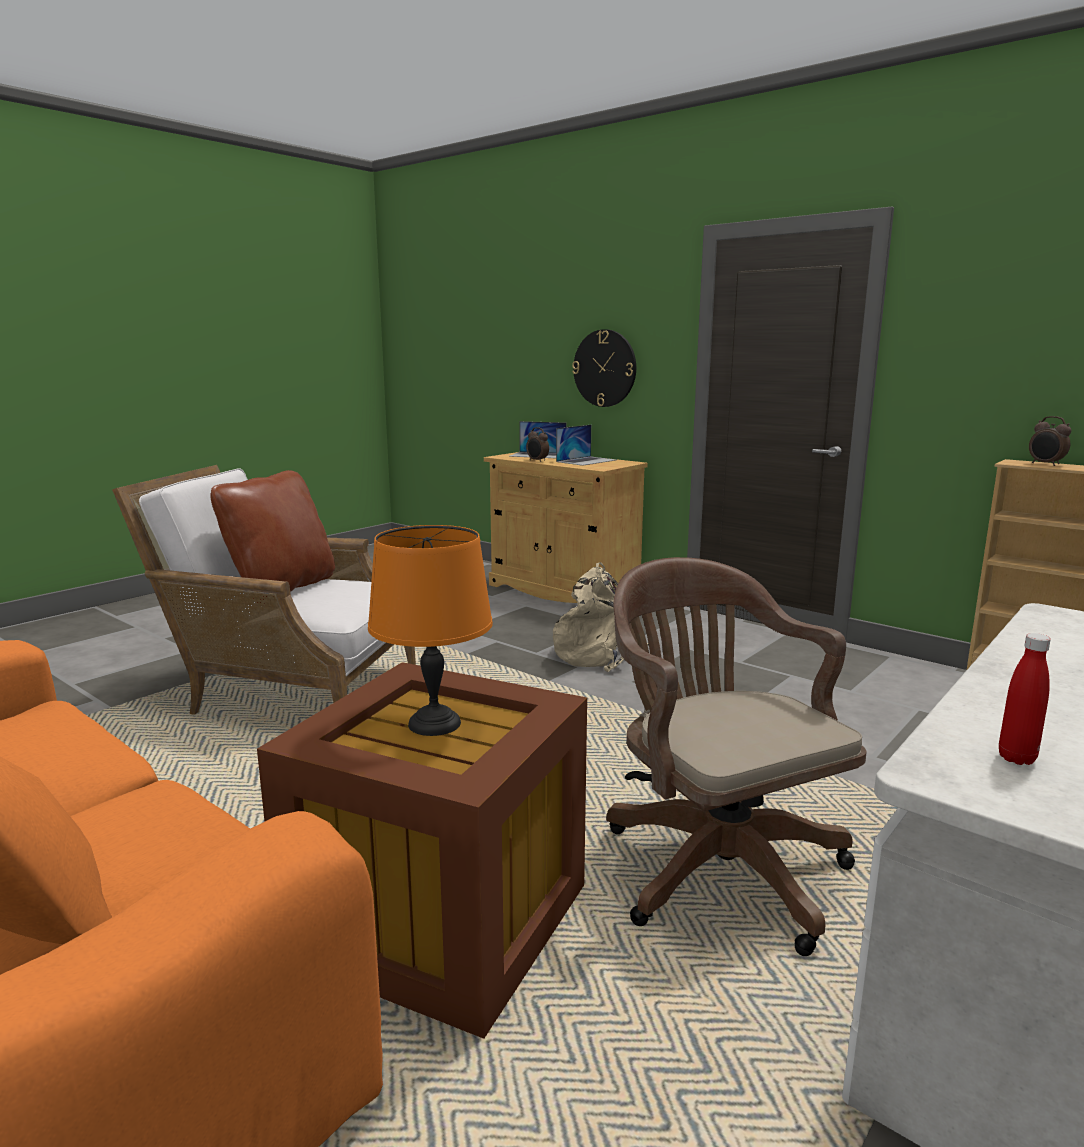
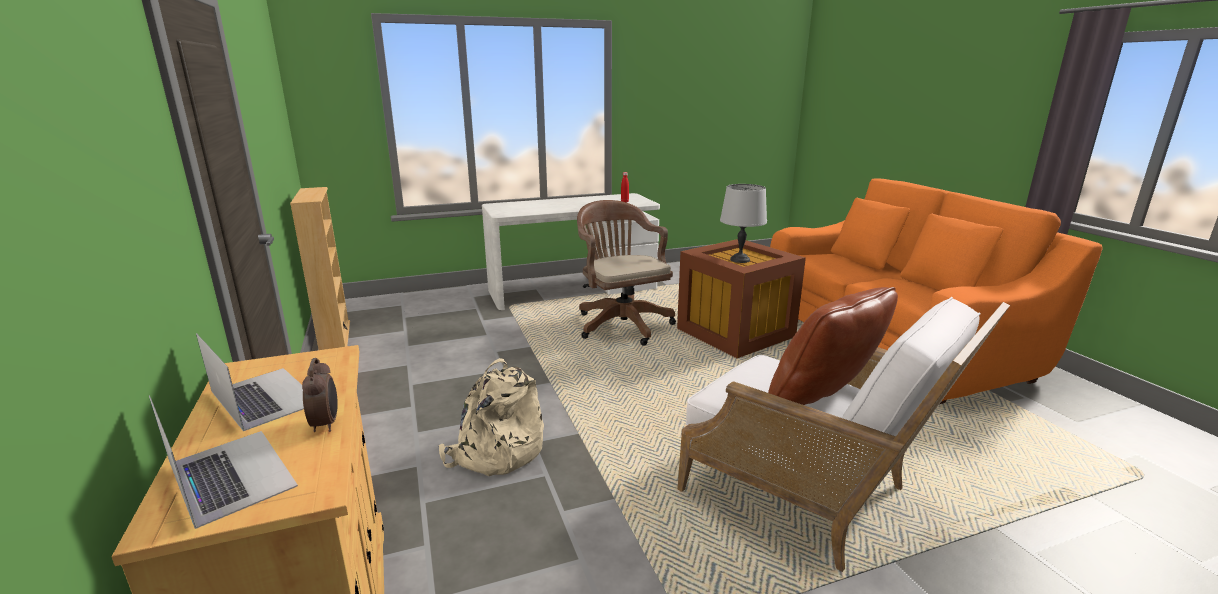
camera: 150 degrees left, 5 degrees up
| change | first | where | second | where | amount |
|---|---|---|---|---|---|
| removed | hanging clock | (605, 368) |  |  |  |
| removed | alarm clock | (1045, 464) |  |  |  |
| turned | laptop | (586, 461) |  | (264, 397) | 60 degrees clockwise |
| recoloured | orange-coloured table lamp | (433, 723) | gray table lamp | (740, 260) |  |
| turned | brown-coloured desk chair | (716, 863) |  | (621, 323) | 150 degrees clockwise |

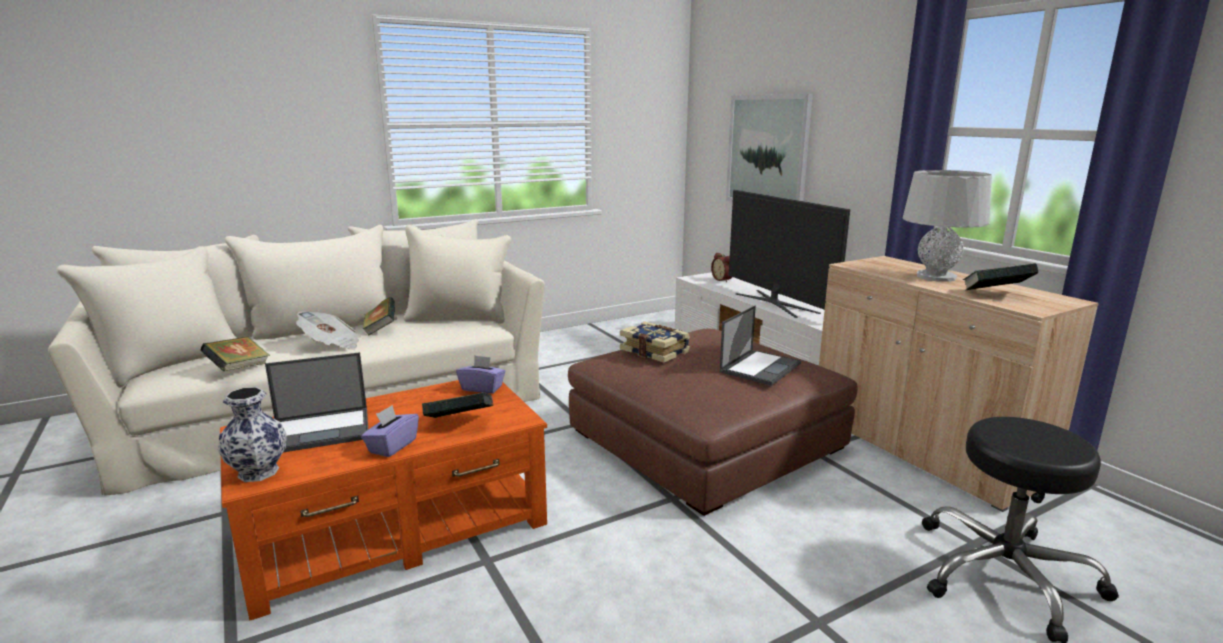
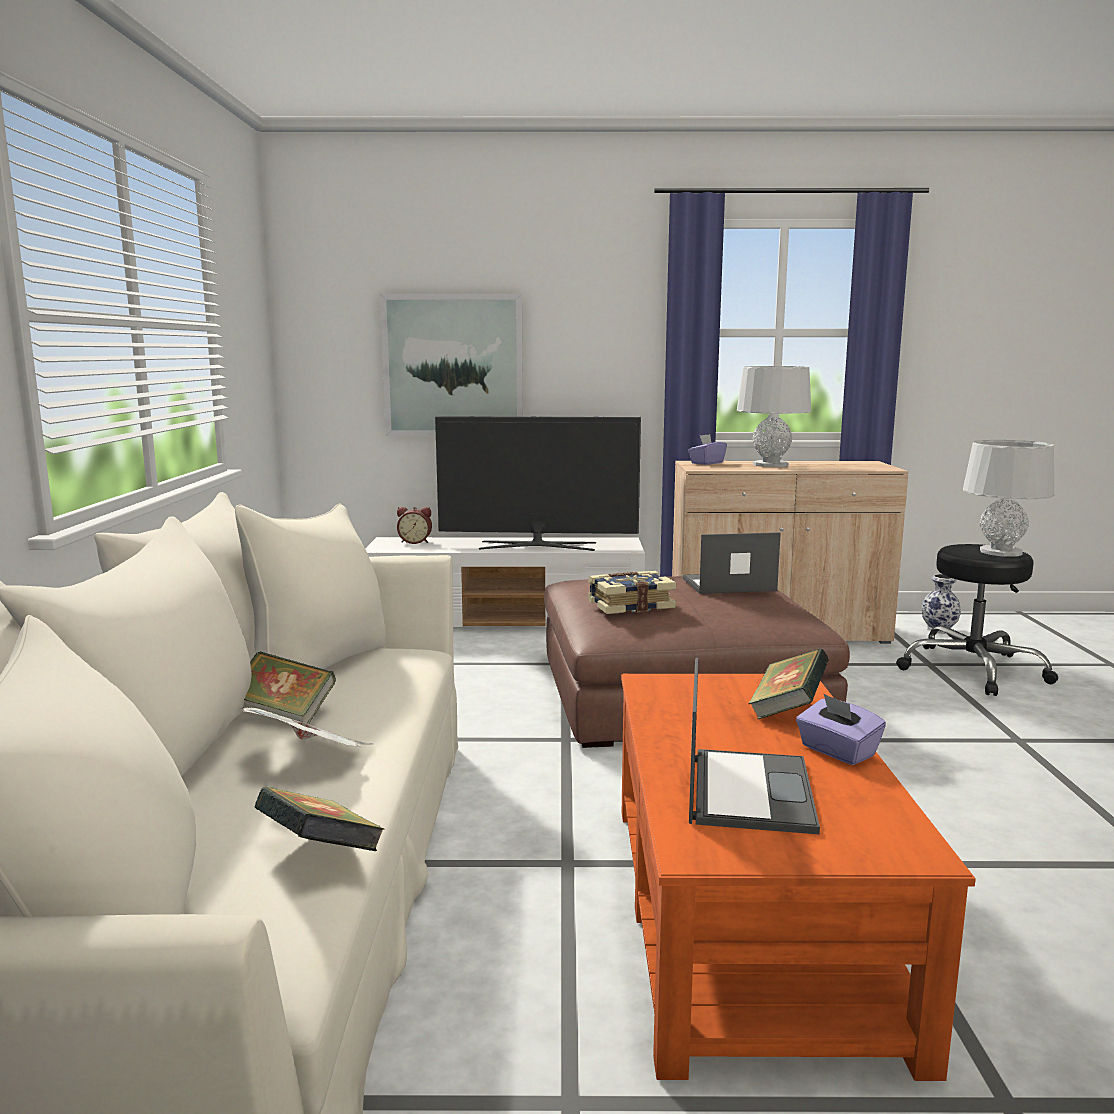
camera: 60 degrees left, 5 degrees down
| change | first | where | second | where | amount |
|---|---|---|---|---|---|
| removed | volume | (995, 294) |  |  |  |
| turned | laptop | (760, 367) |  | (727, 585) | 75 degrees counterclockwise |
| moved | purple tissue holder | (482, 388) |  | (706, 463) |  |
| moved | vase | (258, 473) |  | (939, 630) |  |
| added |  |  | gray table lamp | (1000, 552) |  |

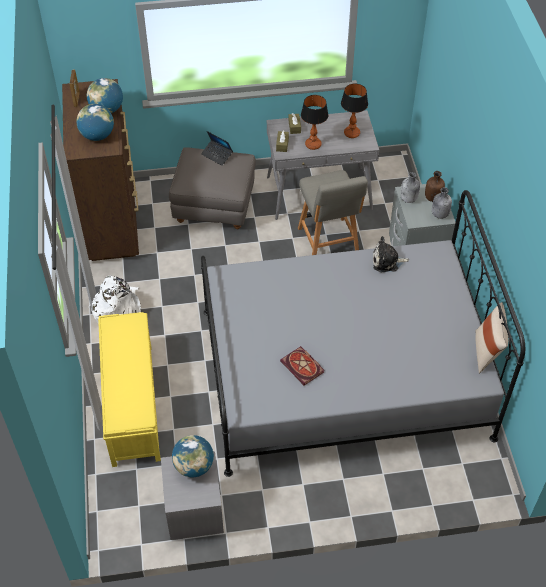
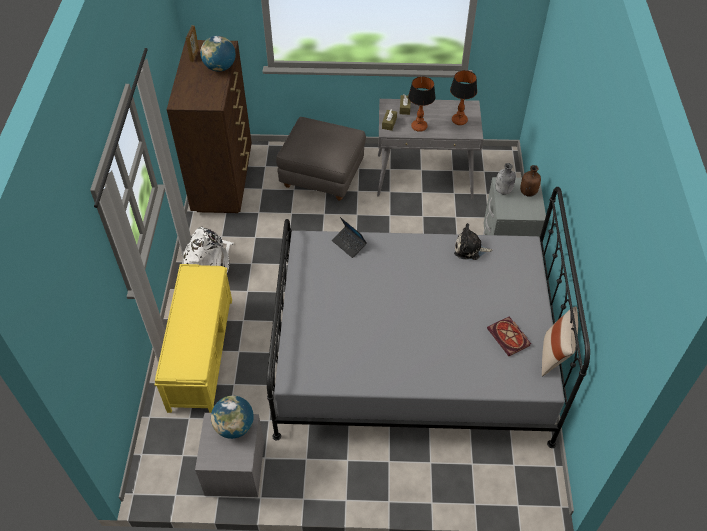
camera: 10 degrees right, 0 degrees up
| change | first | where | second | where | amount |
|---|---|---|---|---|---|
| removed | world globe | (97, 136) |  |  |  |
| moved | laptop | (217, 155) |  | (349, 244) |  |
| removed | gray upright chair | (328, 242) |  |  |  |
| removed | gray bottle | (439, 214) |  |  |  |
| moved | volume | (303, 367) |  | (509, 337) |  |

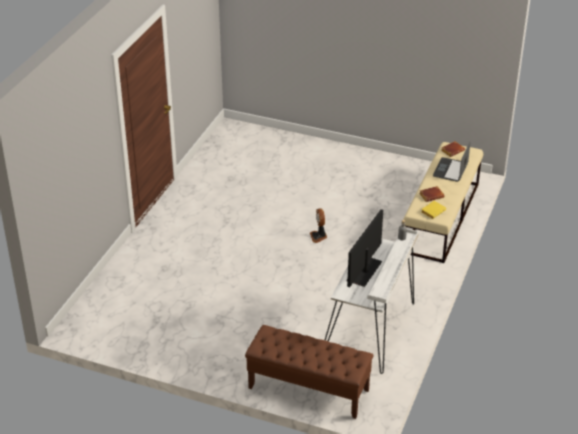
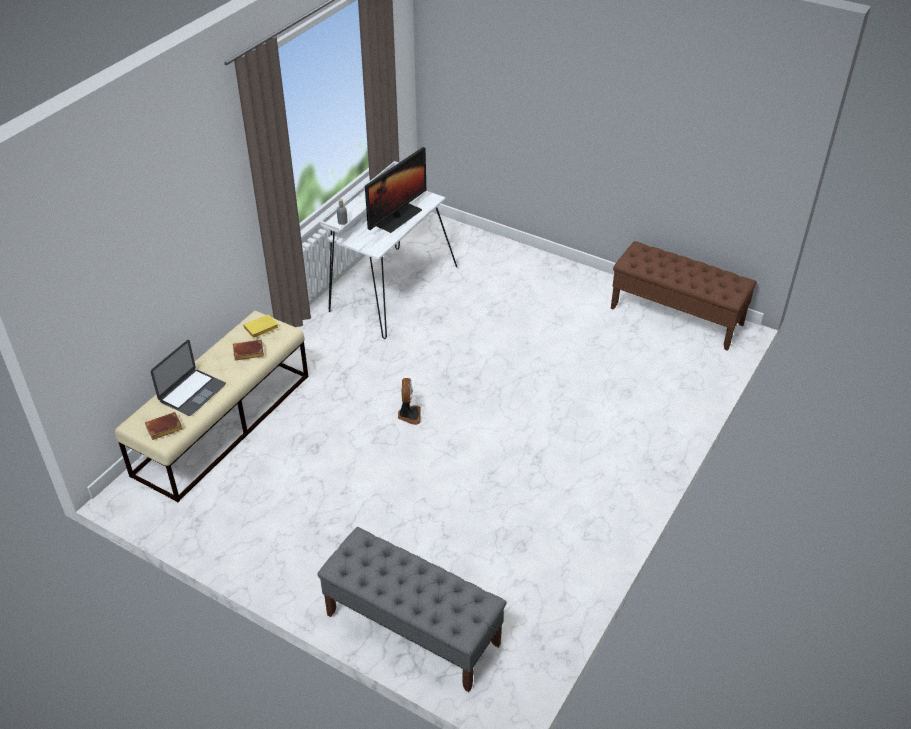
camera: 170 degrees left, 5 degrees up
| change | first | where | second | where | amount |
|---|---|---|---|---|---|
| moved | brown-coloured indoor bench | (308, 389) |  | (677, 316) |  |
| added |  |  | gray indoor bench | (412, 629) |  |

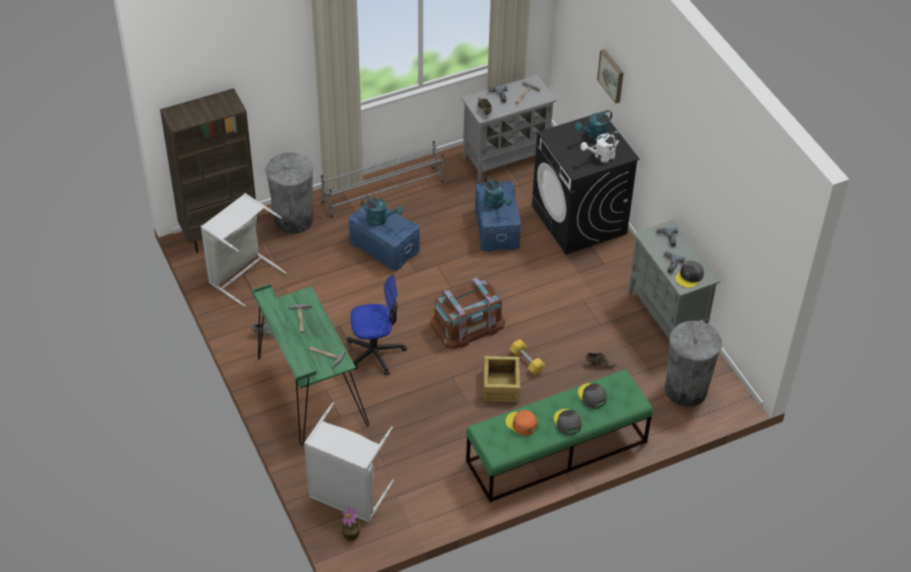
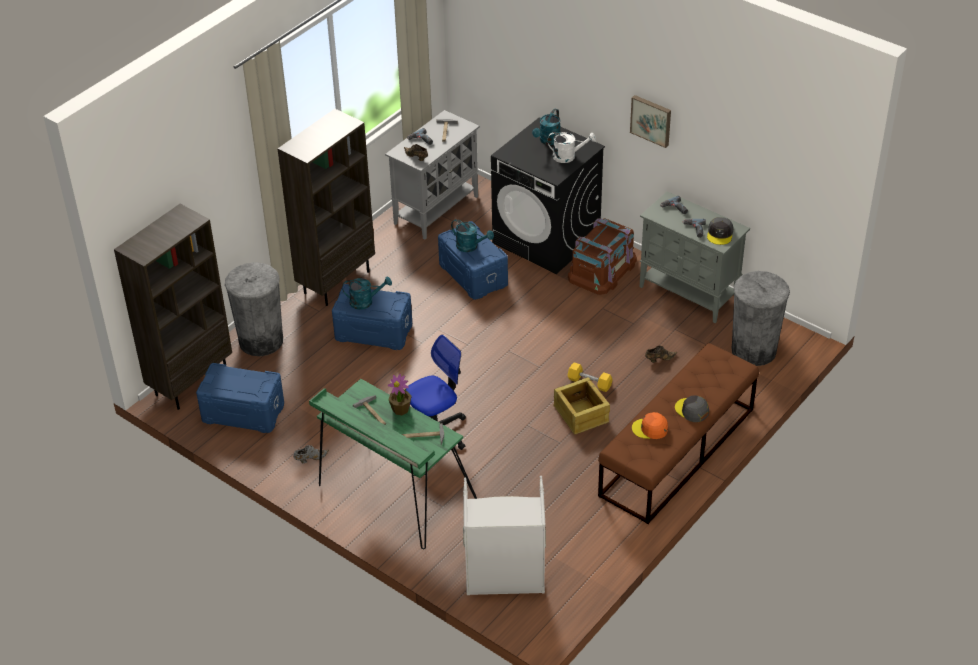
camera: 25 degrees left, 5 degrees down
| change | first | where | second | where | amount |
|---|---|---|---|---|---|
| moved | wall picture | (612, 75) |  | (651, 120) |  |
| turned | whitish sprinkling can | (601, 157) |  | (568, 156) | 120 degrees counterclockwise |
| replaced | gray shoe rack | (384, 191) | brown-coloured shelving unit | (336, 281) |  |
| replaced | gray laundry basket | (242, 274) | blue storage container | (243, 412) |  |
| moved | brown-coloured storage container | (467, 324) |  | (602, 269) |  |
| recoloured | greenish indoor bench | (556, 452) | brown-coloured indoor bench | (677, 452) |  |
| removed | gray baseball cap | (592, 396) |  |  |  |
| moved | potted plant | (351, 534) |  | (401, 409) |  |

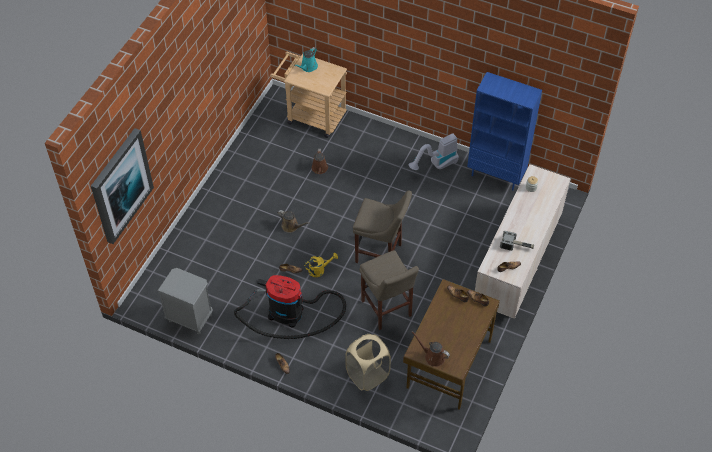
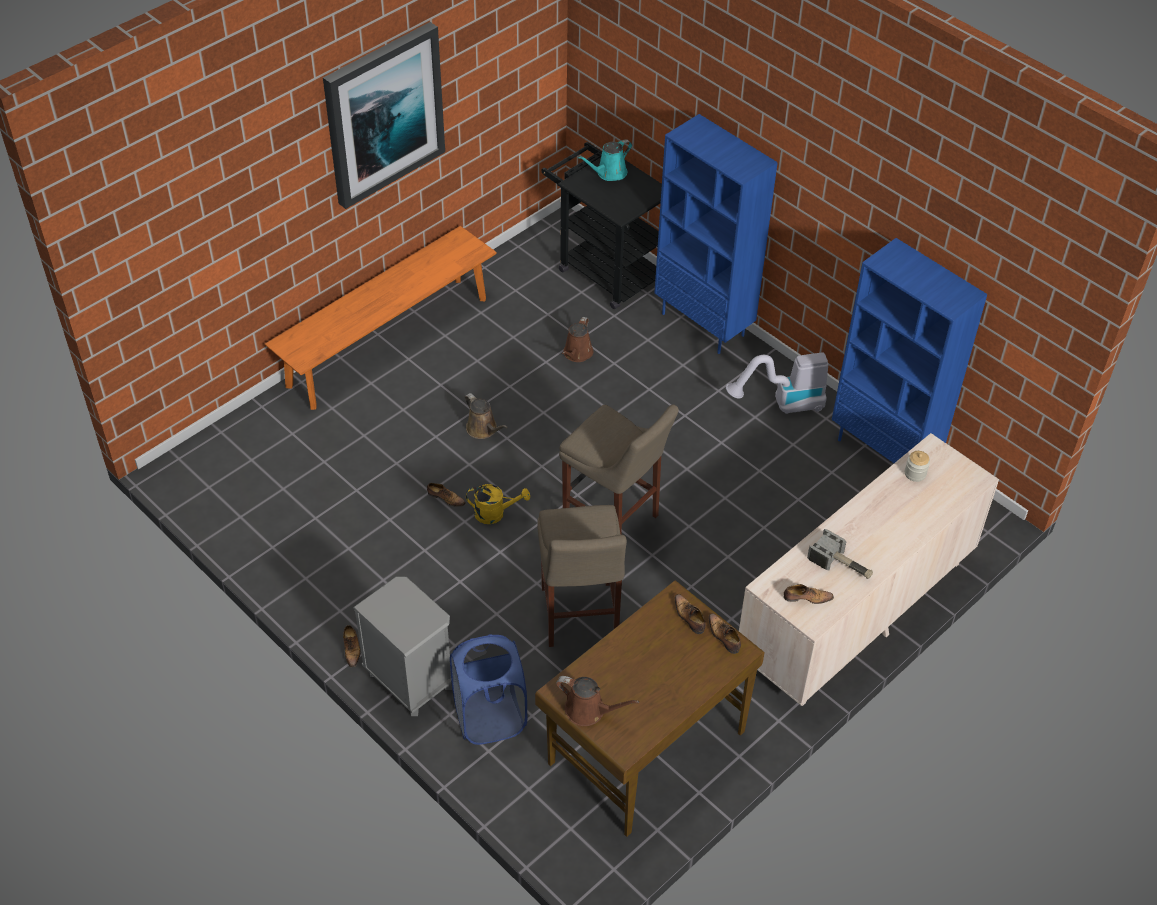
camera: 20 degrees right, 5 degrees down
| change | first | where | second | where | amount |
|---|---|---|---|---|---|
| recoloured | beige-coloured wheeled cart | (311, 116) | black wheeled cart | (604, 269) |  |
| moved | wall picture | (120, 185) |  | (383, 114) |  |
| moved | gray bedside table | (190, 318) |  | (410, 680) |  |
| removed | vacuum cleaner | (290, 314) |  |  |  |
| turned | brown-coloured sprinkling can | (432, 356) |  | (589, 710) | 150 degrees clockwise |
| recoloured | beige-coloured laundry basket | (367, 375) | blue laundry basket | (489, 717) |  |
| added |  |  | blue shelving unit | (704, 324) |  |
| added |  |  | orange-coloured indoor bench | (388, 341) |  |

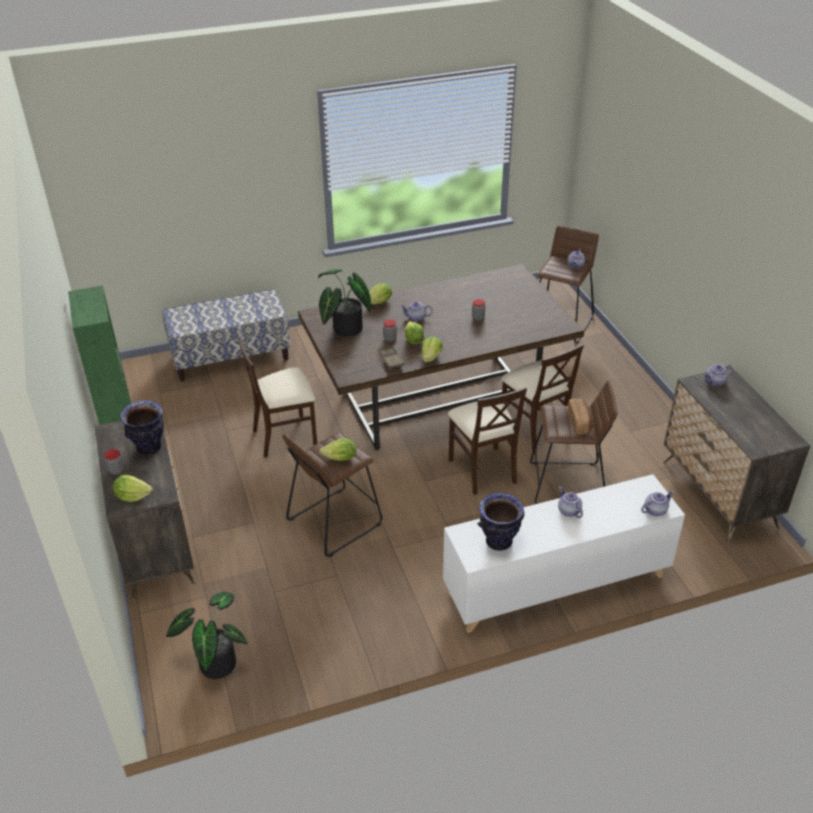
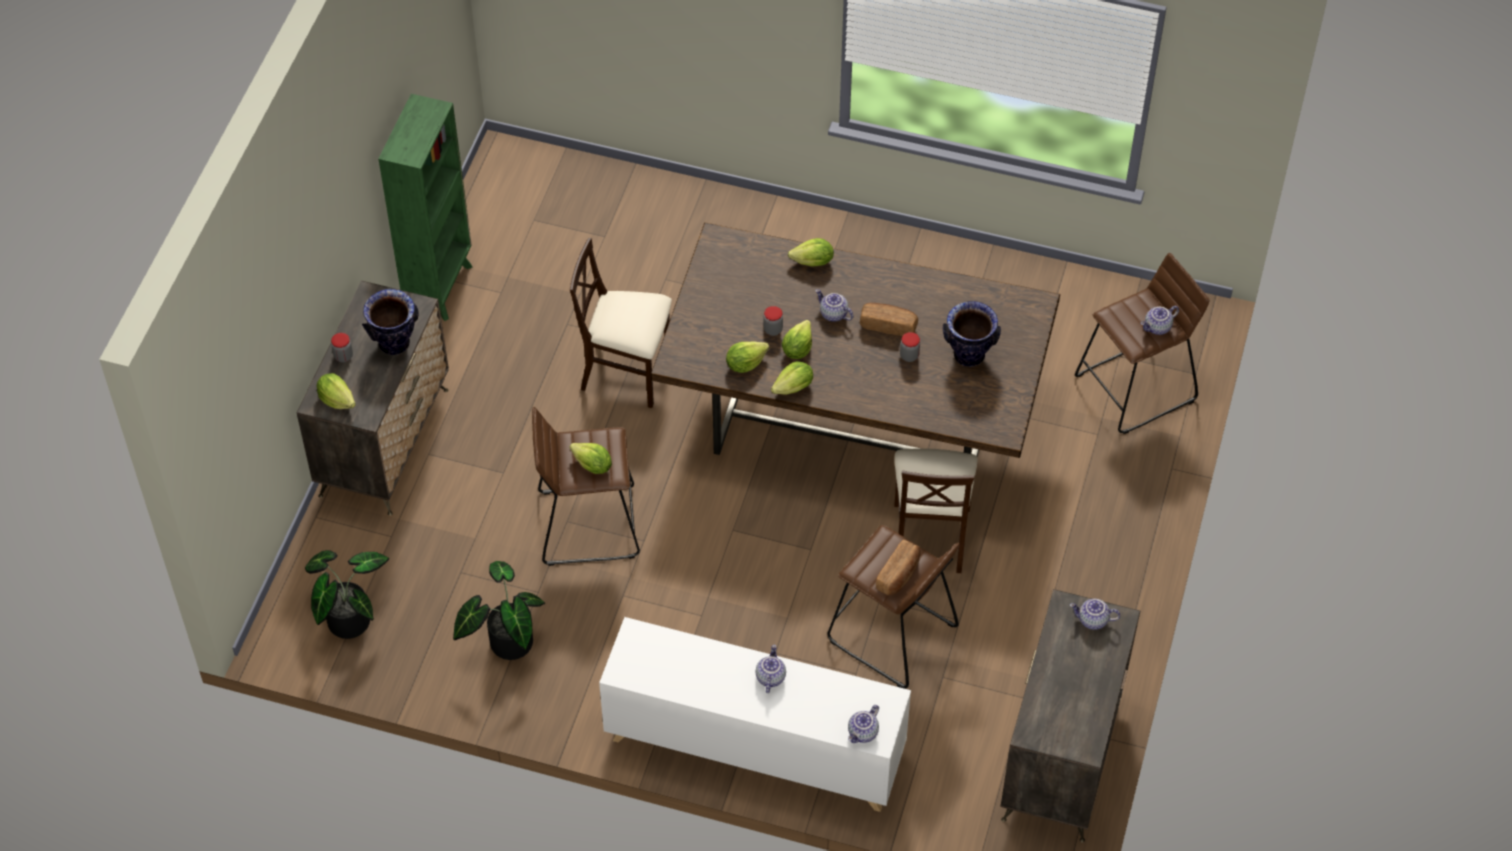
camera: 35 degrees right, 15 degrees up
| change | first | where | second | where | amount |
|---|---|---|---|---|---|
| moved | potted plant | (344, 330) |  | (506, 641) |  |
| removed | indoor bench | (231, 357) |  |  |  |
| replaced | brown-coloured carrying tray | (391, 359) | lettuce head | (745, 363) |  |
| removed | beige-coloured upright chair | (483, 470) |  |  |  |
| turned | pot for tea | (655, 510) |  | (863, 733) | 120 degrees clockwise |
| moved | vase | (498, 541) |  | (969, 355) |  |
| added |  |  | bakery bread | (888, 325) |  |

